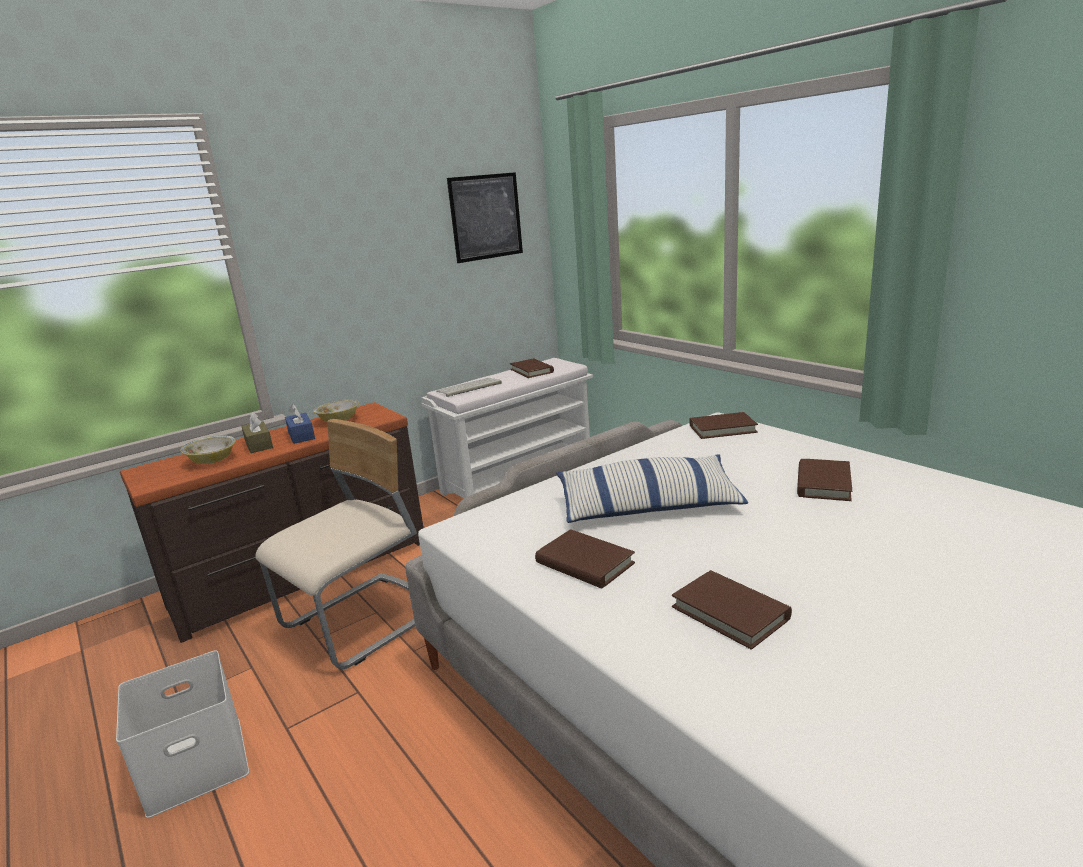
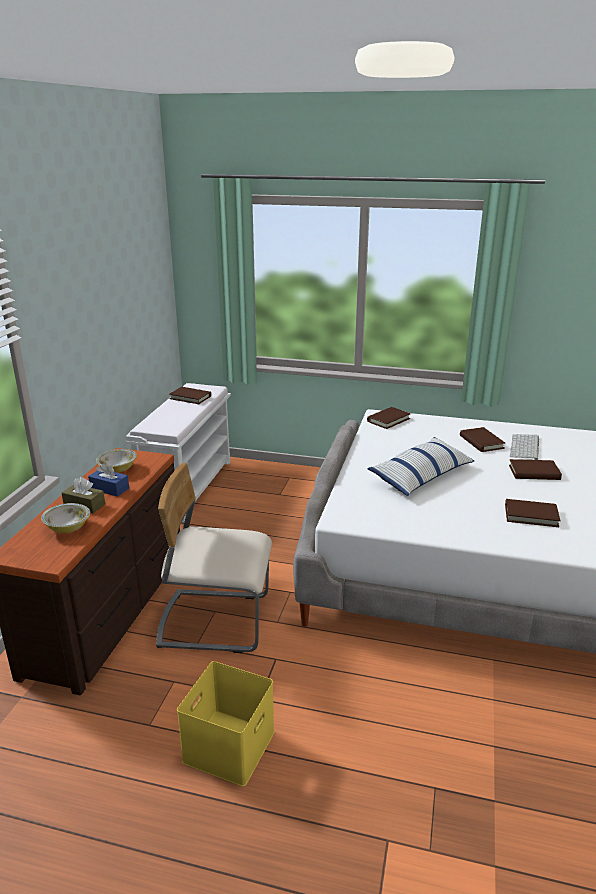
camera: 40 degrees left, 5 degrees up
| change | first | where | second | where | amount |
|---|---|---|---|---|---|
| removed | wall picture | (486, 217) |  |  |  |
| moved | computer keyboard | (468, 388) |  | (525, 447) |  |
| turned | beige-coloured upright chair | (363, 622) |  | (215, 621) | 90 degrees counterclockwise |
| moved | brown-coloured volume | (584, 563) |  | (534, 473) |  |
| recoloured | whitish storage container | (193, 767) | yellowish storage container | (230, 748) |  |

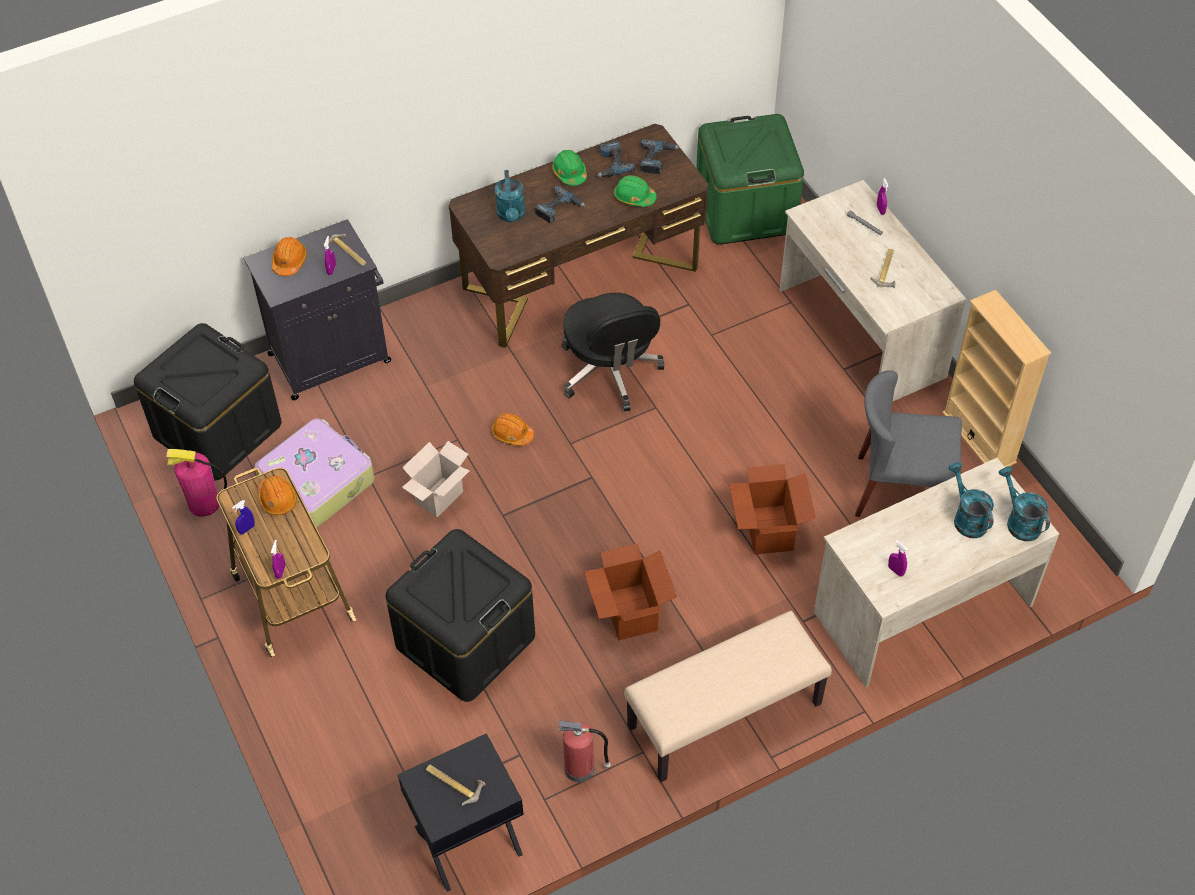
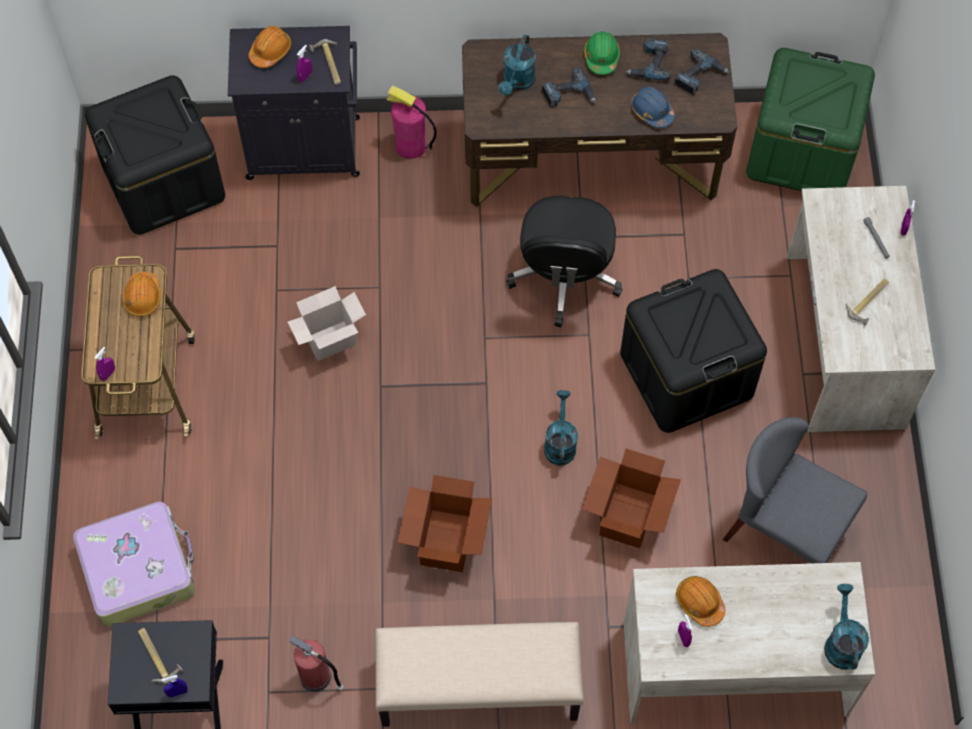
camera: 25 degrees right, 10 degrees up
| change | first | where | second | where | amount |
|---|---|---|---|---|---|
| recoloured | greenish work helmet | (634, 197) | blue work helmet | (652, 111) |  |
| removed | beige-coloured shelving unit | (979, 437) |  |  |  |
| moved | orange-coloured work helmet | (512, 434) |  | (699, 602) |  |
| moved | travel case | (317, 481) |  | (138, 568) |  |
| moved | fire extinguisher | (204, 503) |  | (411, 145) |  |
| moved | blue-green sprinkling can | (966, 518) |  | (560, 443) |  |
| moved | blue sprayer | (246, 529) |  | (177, 692) |  |
| moved | black storage container | (465, 641) |  | (686, 374) |  |

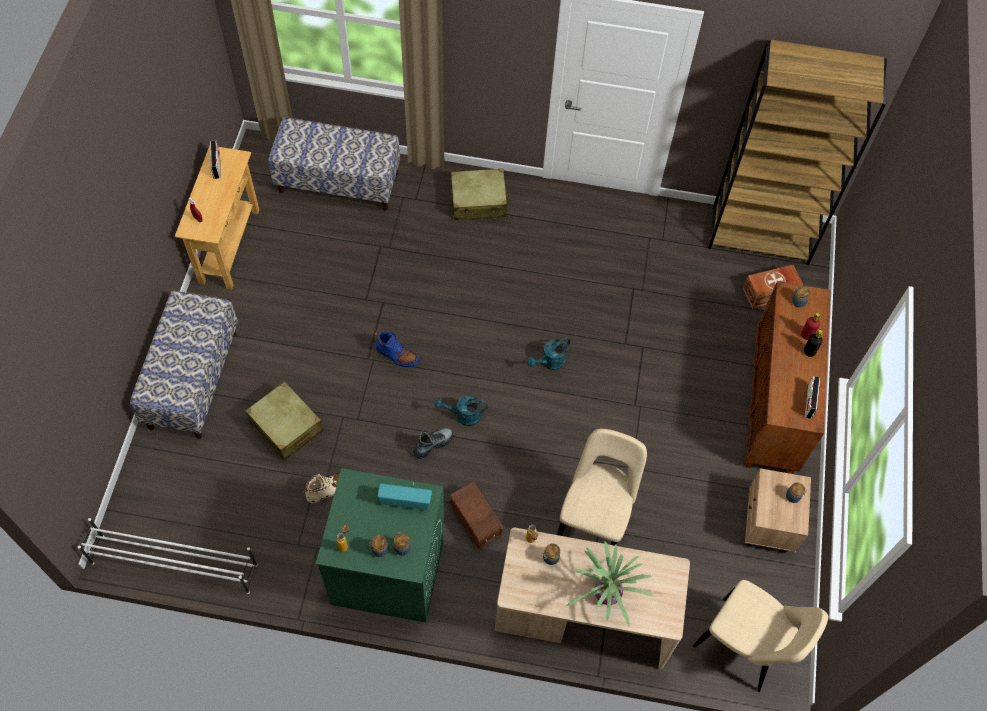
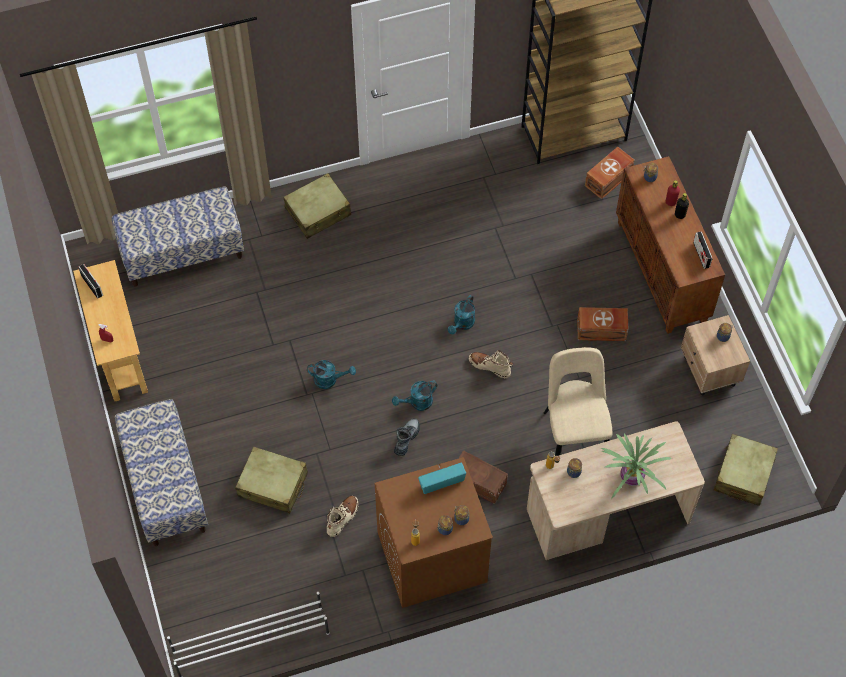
camera: 25 degrees left, 0 degrees up
| change | first | where | second | where | amount |
|---|---|---|---|---|---|
| replaced | blue high-top boot | (396, 355) | blue-green sprinkling can | (329, 380) |  |
| recoloured | greenish washing machine | (387, 570) | brown-coloured washing machine | (431, 557) |  |
| replaced | beige-coloured upright chair | (745, 648) | beige-coloured travel case | (743, 475) |  |
| added |  |  | brown-coloured storage container | (602, 330) |  |
| added |  |  | beige-coloured high-top boot | (490, 366) |  |

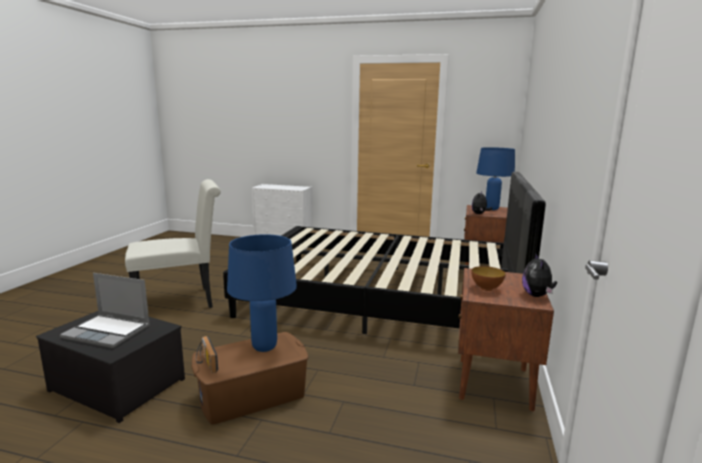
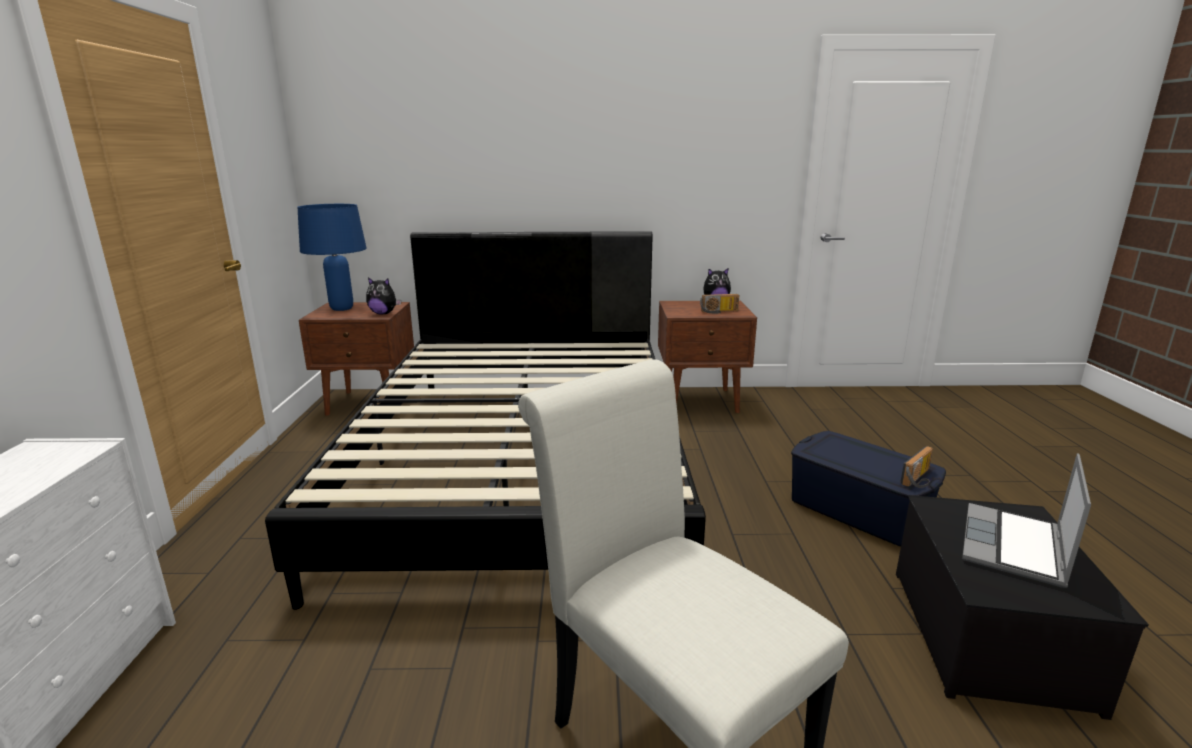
camera: 105 degrees left, 5 degrees up
| change | first | where | second | where | amount |
|---|---|---|---|---|---|
| removed | blue table lamp | (265, 347) |  |  |  |
| replaced | bowl | (486, 288) | radio receiver | (719, 312) |  |
| turned | laptop | (108, 332) |  | (1015, 547) | 150 degrees counterclockwise |
| recoloured | brown-coloured storage container | (252, 395) | blue storage container | (858, 509) |  |

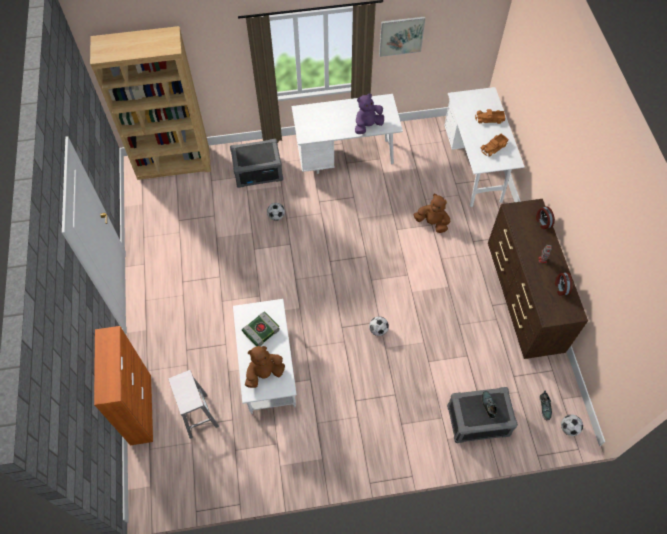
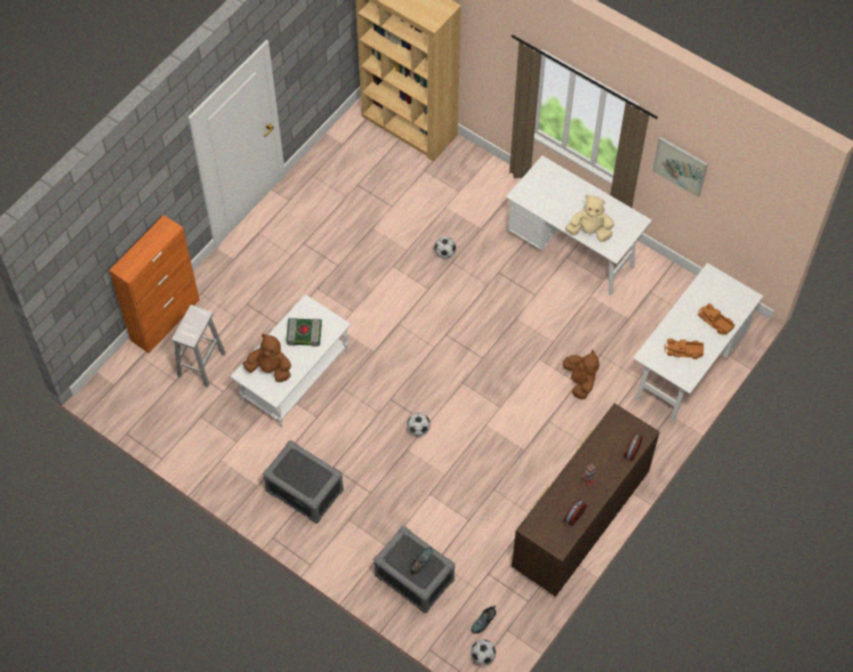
camera: 45 degrees right, 0 degrees up
| change | first | where | second | where | amount |
|---|---|---|---|---|---|
| recoloured | purple soft toy | (367, 125) | beige-coloured soft toy | (589, 231) |  |
| moved | gray storage container | (258, 171) |  | (305, 489) |  |

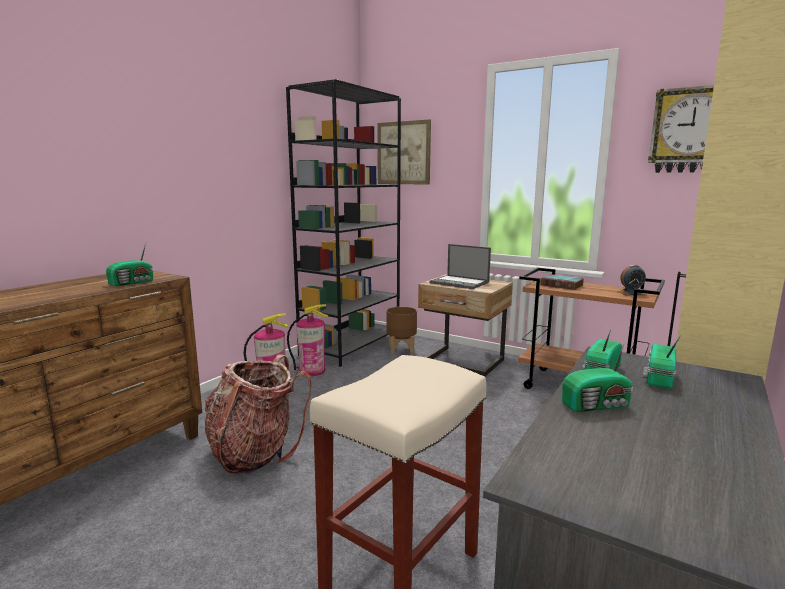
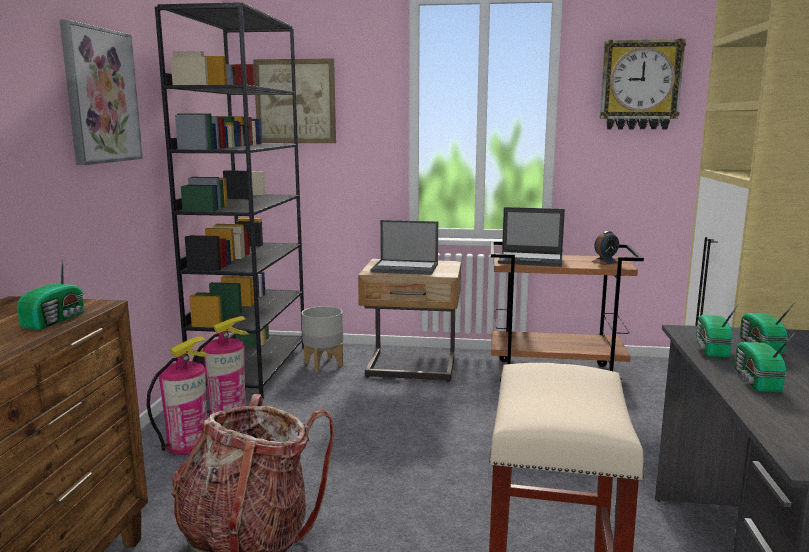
camera: 25 degrees left, 0 degrees up
| change | first | where | second | where | amount |
|---|---|---|---|---|---|
| replaced | volume | (562, 285) | laptop | (531, 260) |  |
| recoloured | brown-coloured flower pot | (401, 350) | gray flower pot | (323, 364) |  |
| turned | radio receiver | (598, 405) |  | (756, 381) | 135 degrees clockwise |
| added |  |  | wall picture | (101, 96) |  |

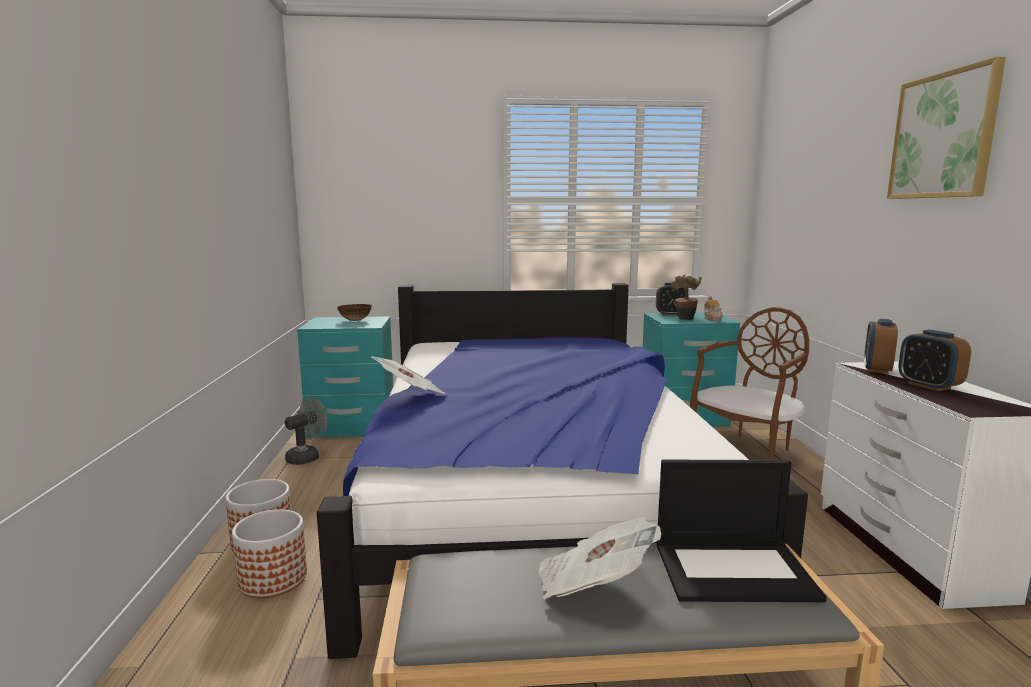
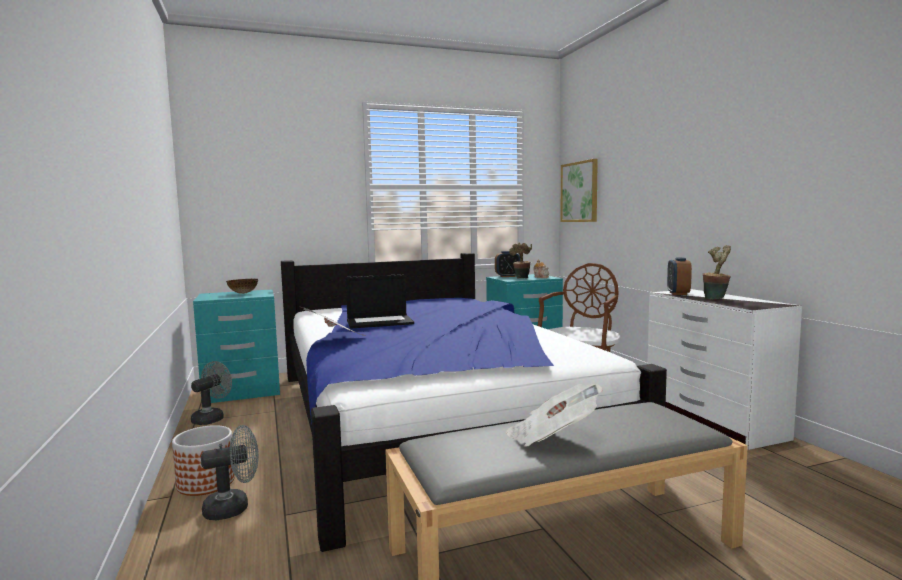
camera: 15 degrees left, 5 degrees down
| change | first | where | second | where | amount |
|---|---|---|---|---|---|
| moved | wall picture | (943, 136) |  | (579, 192) |  |
| replaced | alarm clock | (929, 386) | potted plant | (716, 298) |  |
| moved | laptop | (735, 570) |  | (380, 322) |  |
| replaced | flower pot | (272, 579) | gray cooling fan | (234, 507) |  |

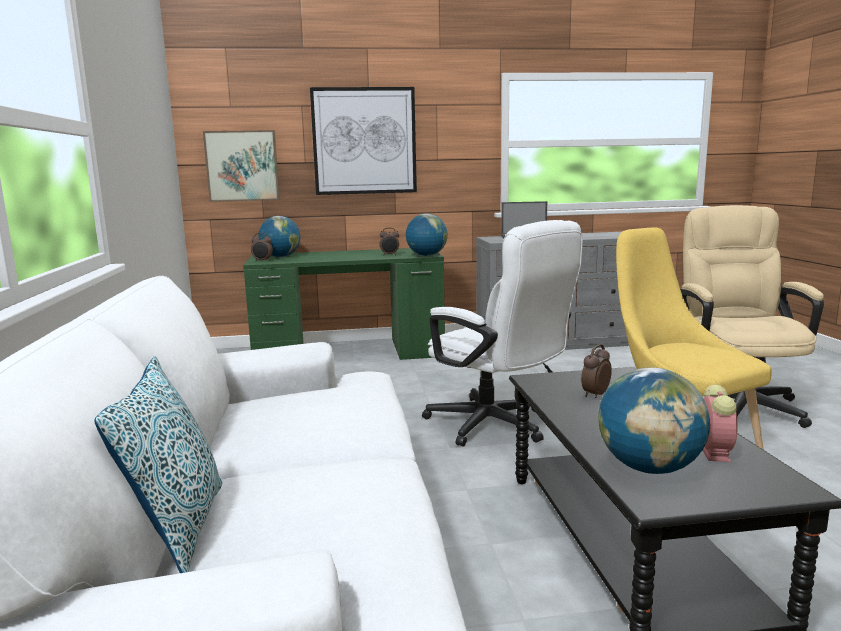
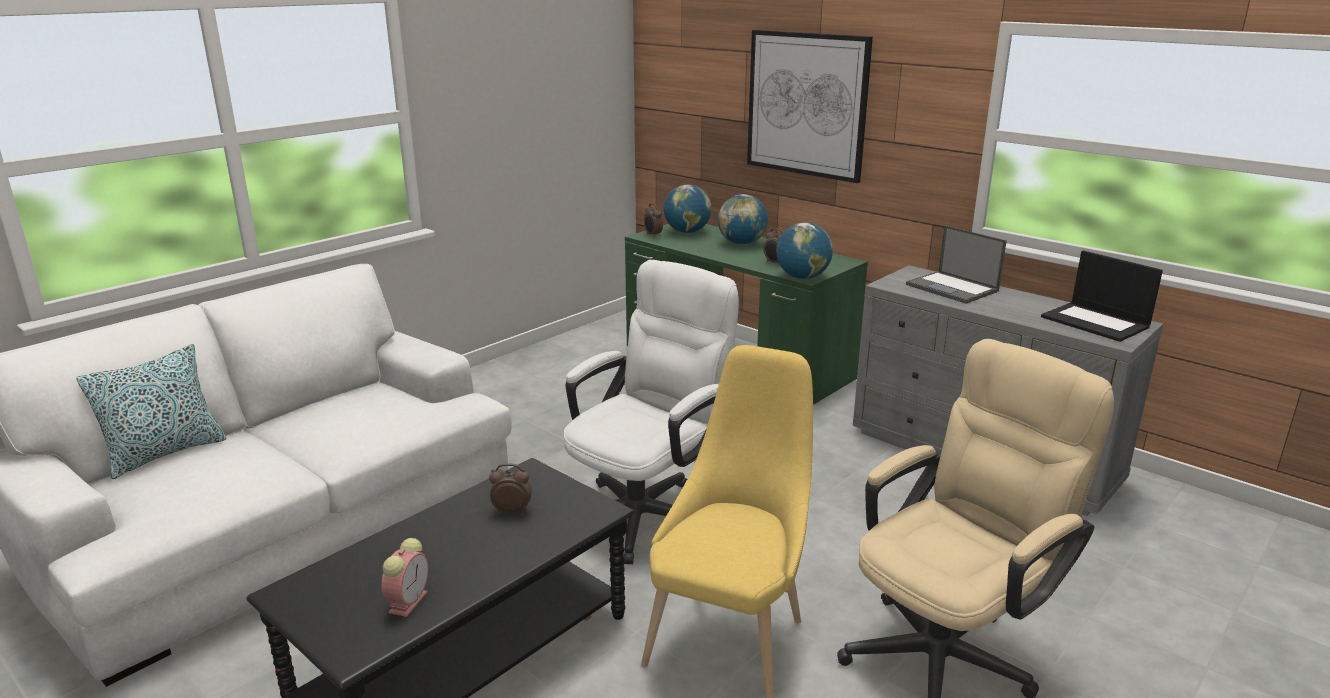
camera: 50 degrees right, 10 degrees up
| change | first | where | second | where | amount |
|---|---|---|---|---|---|
| removed | wall picture | (242, 166) |  |  |  |
| turned | whitish desk chair | (497, 427) |  | (648, 510) | 150 degrees counterclockwise |
| moved | world globe | (649, 468) |  | (741, 243) |  |
| turned | alarm clock | (713, 451) |  | (408, 601) | 45 degrees counterclockwise |
| added |  |  | laptop | (1096, 322) |  |

